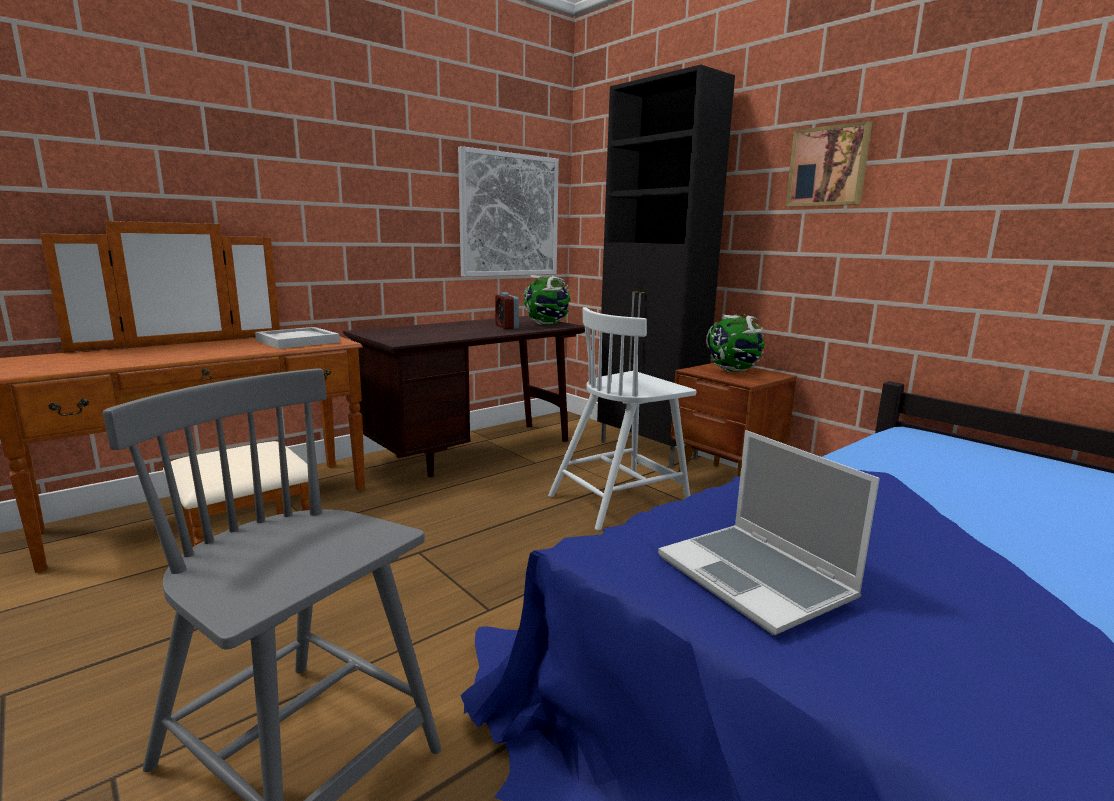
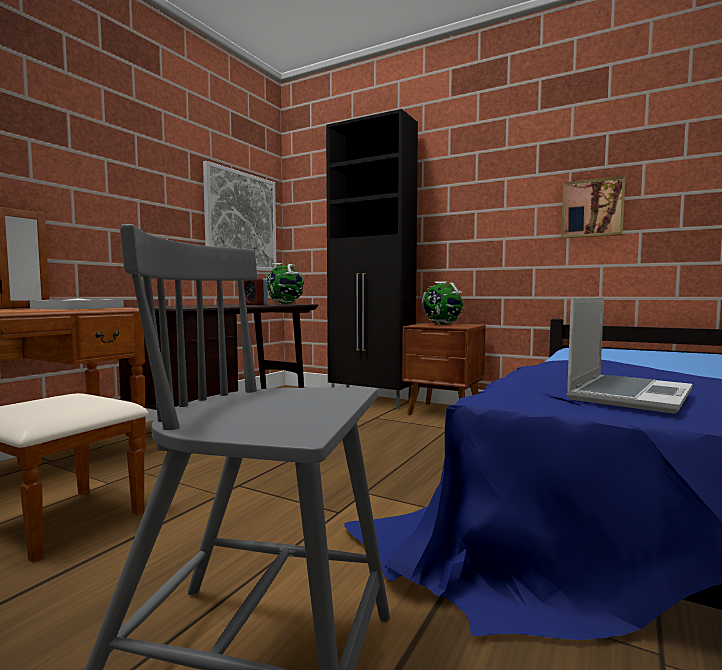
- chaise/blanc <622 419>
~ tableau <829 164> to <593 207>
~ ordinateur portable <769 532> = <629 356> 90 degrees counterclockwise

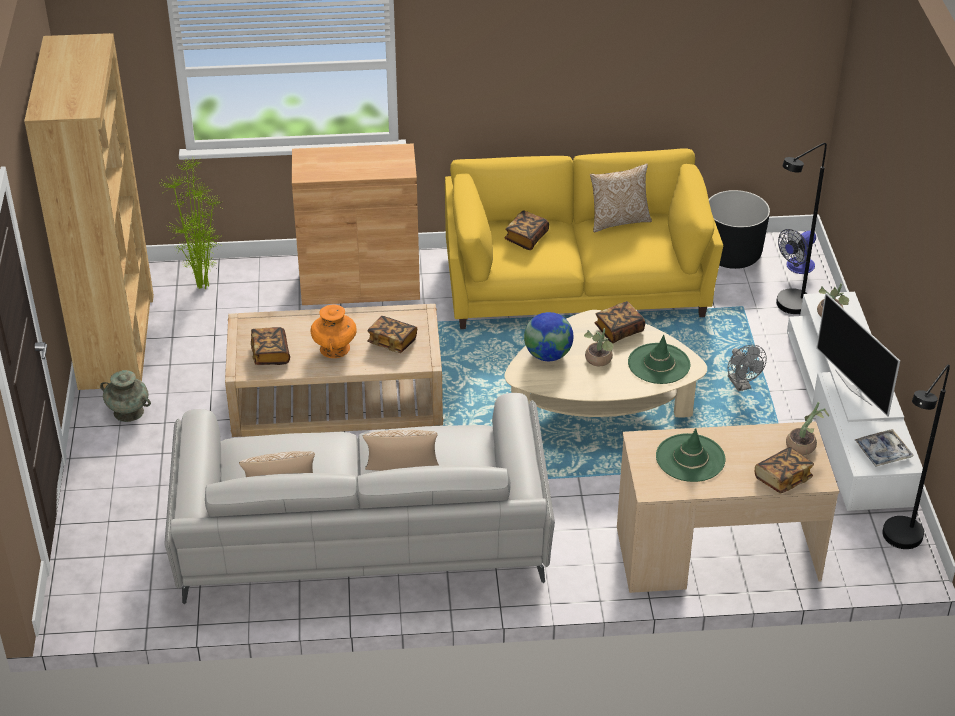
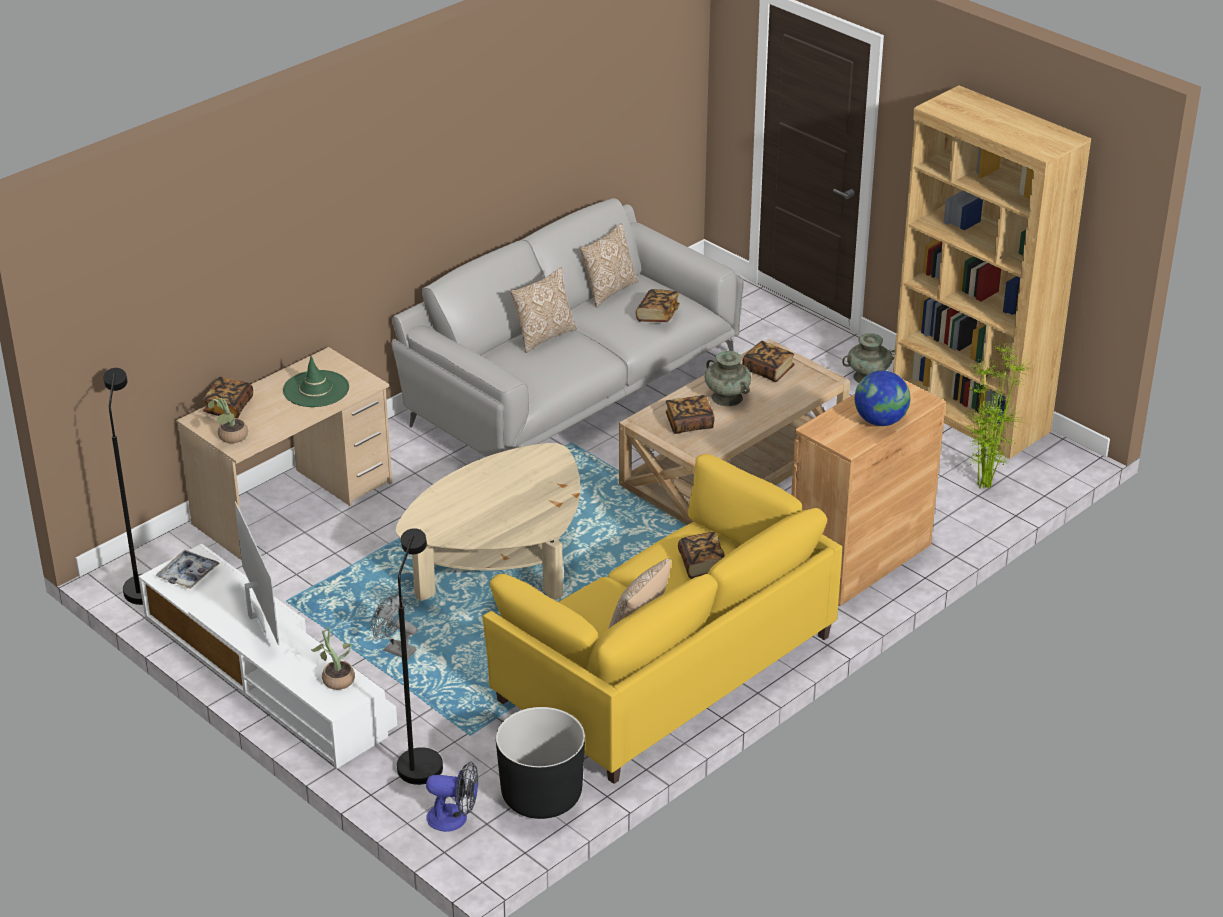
- plante en pot <599 347>
- chapeau/vert <659 359>
~ globe <548 336> to <882 398>
~ livre <619 322> to <658 305>
~ vase/orange <333 331> to vase/turquoise <727 378>
~ ventilateur <797 251> = <452 796> 90 degrees clockwise
~ téléviseur <858 355> = <257 573> 45 degrees clockwise

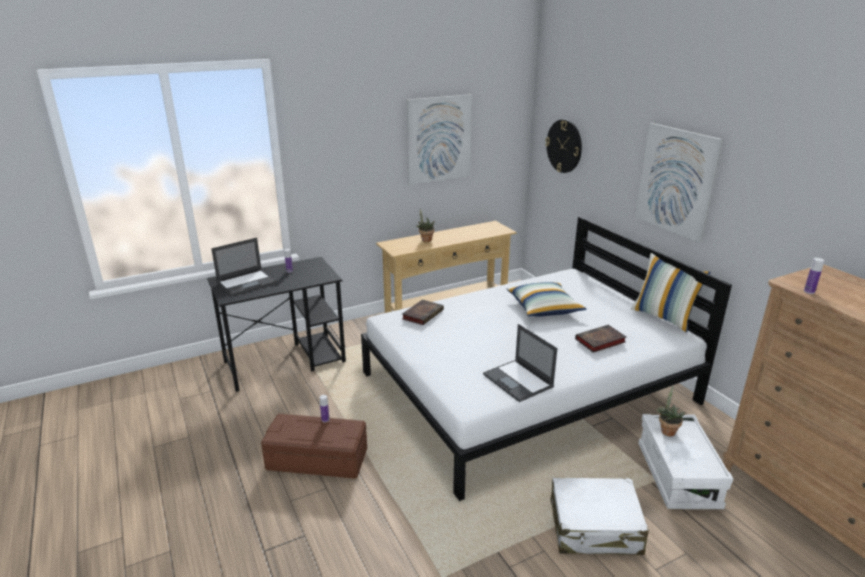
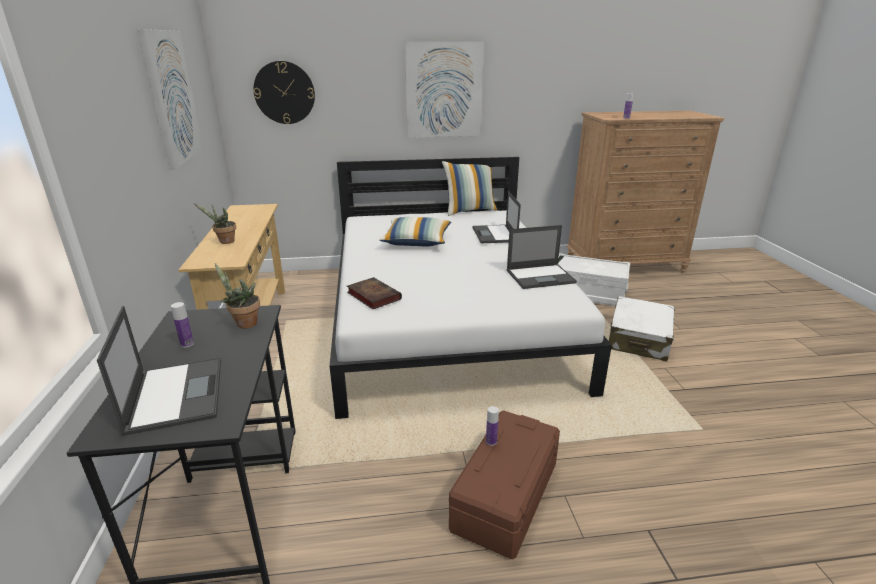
~ plante en pot <670 411> to <237 295>
~ livre <600 339> to ordinateur portable <497 217>

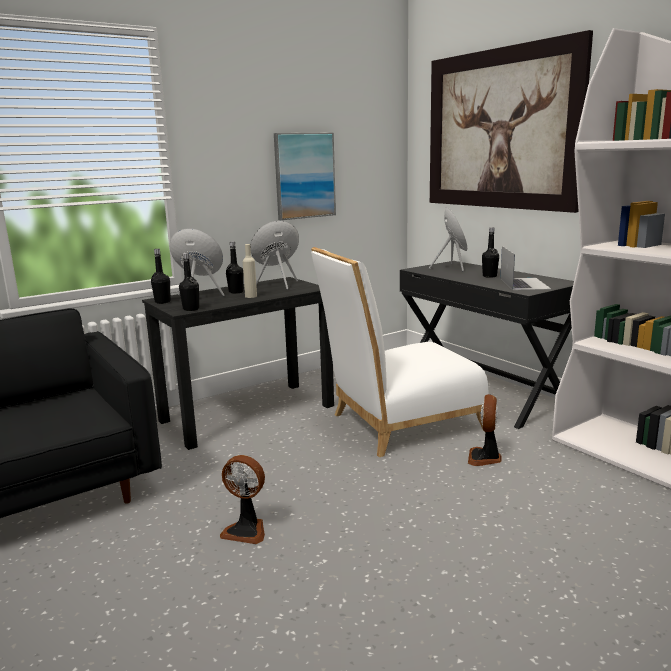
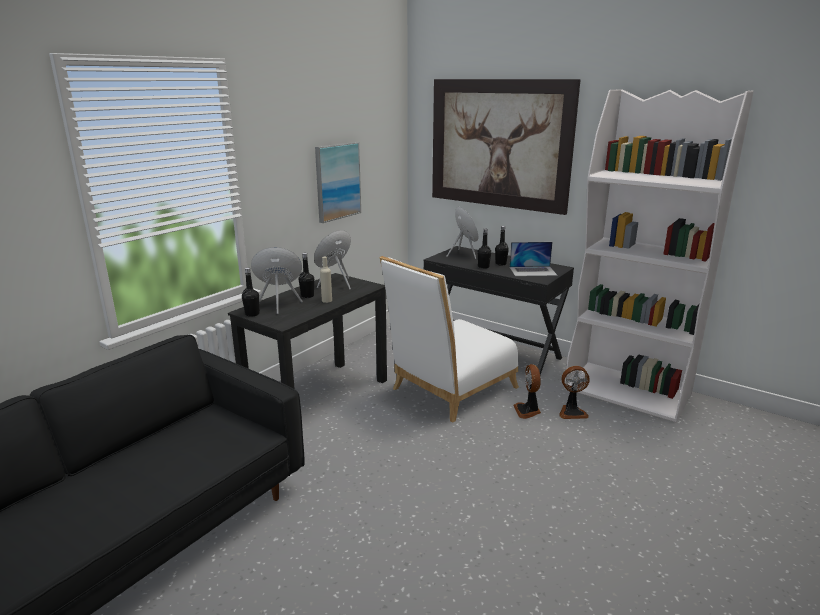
~ bouteille/noir <189 282> to <484 249>
~ ventilateur <242 499> to <575 392>
~ ordinateur portable <525 268> = <533 259> 105 degrees clockwise

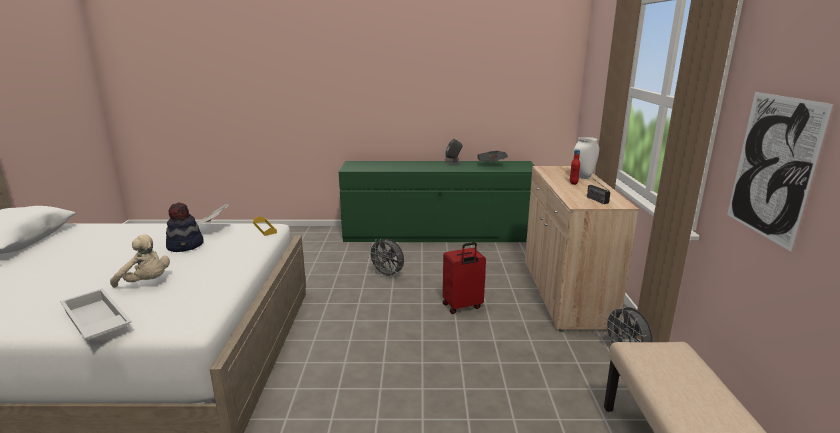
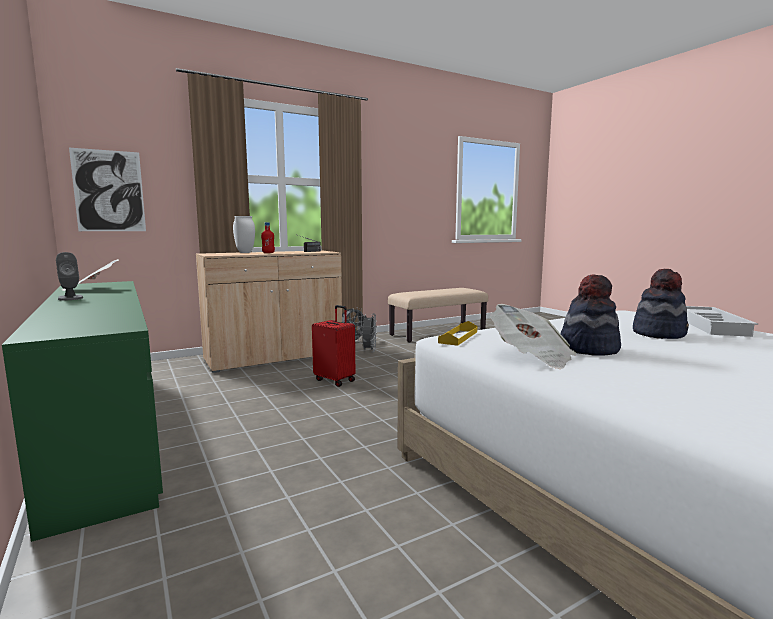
~ ventilateur/gris <386 258> to <367 332>
~ tableau <780 172> to <107 189>
~ peluche/beige <140 261> to chapeau <661 303>

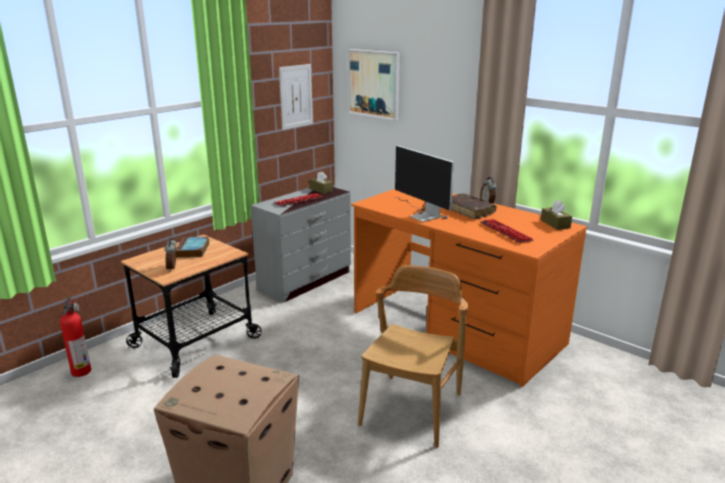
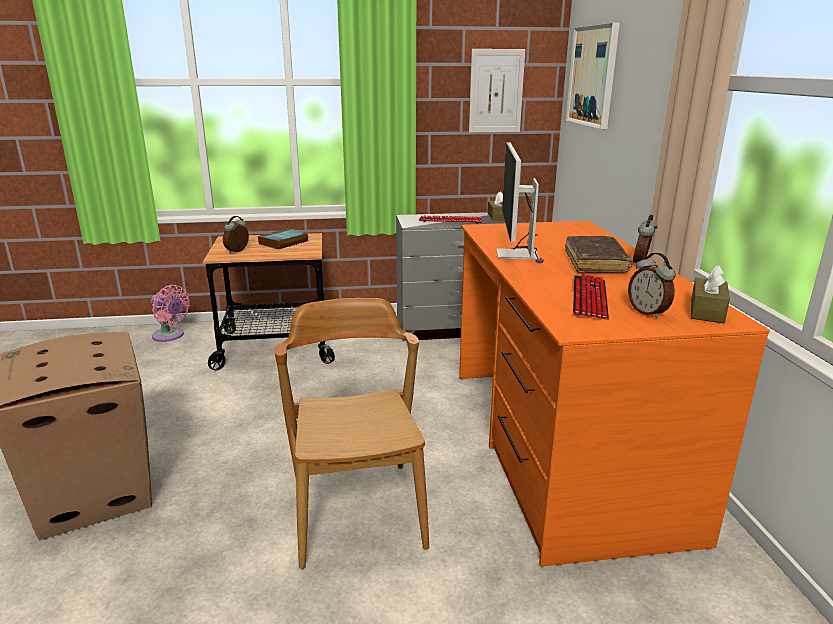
+ réveil <652 286>
~ extincteur <75 337> to ventilateur/rose <170 313>
~ chaise/marron <413 356> = <352 433> 75 degrees counterclockwise

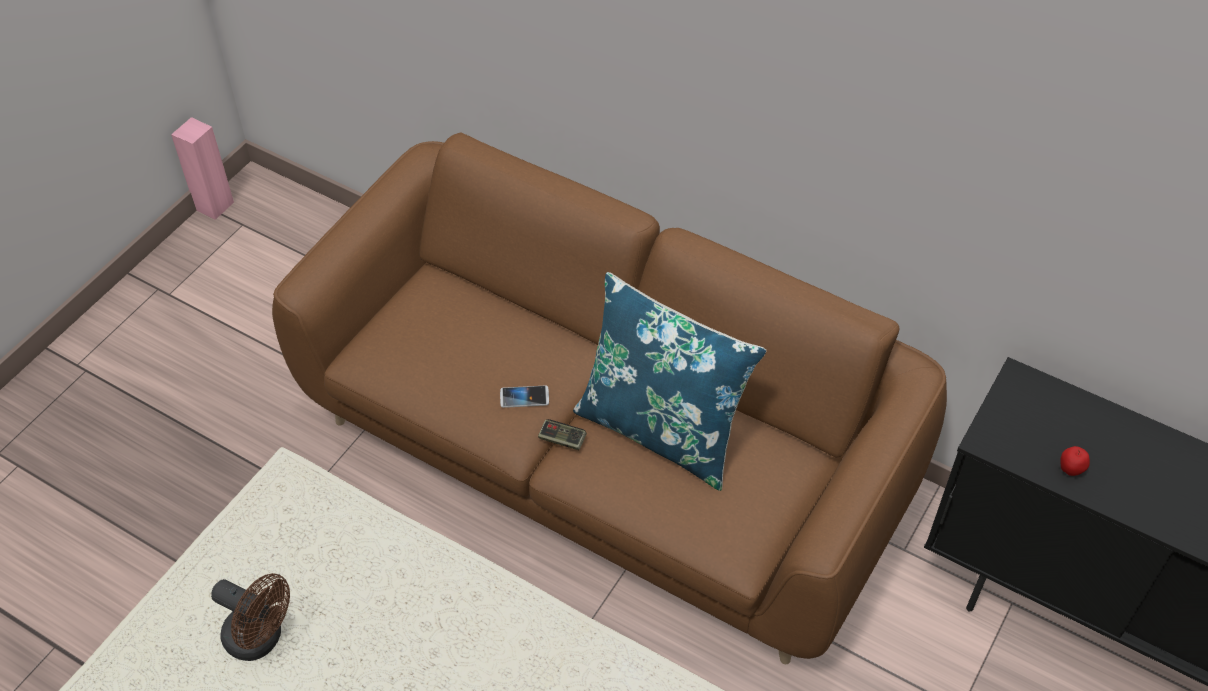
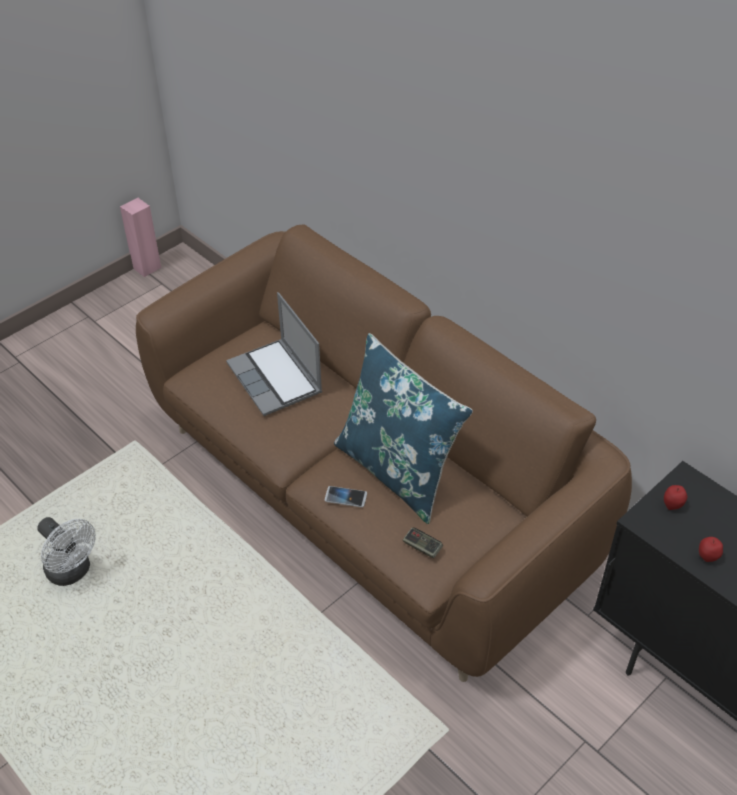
+ ordinateur portable <274 354>
+ pomme <675 497>
~ téléphone <524 397> to <346 496>
~ manette <562 434> to <423 543>
~ ventilateur/marron <250 617> to ventilateur/blanc <66 551>

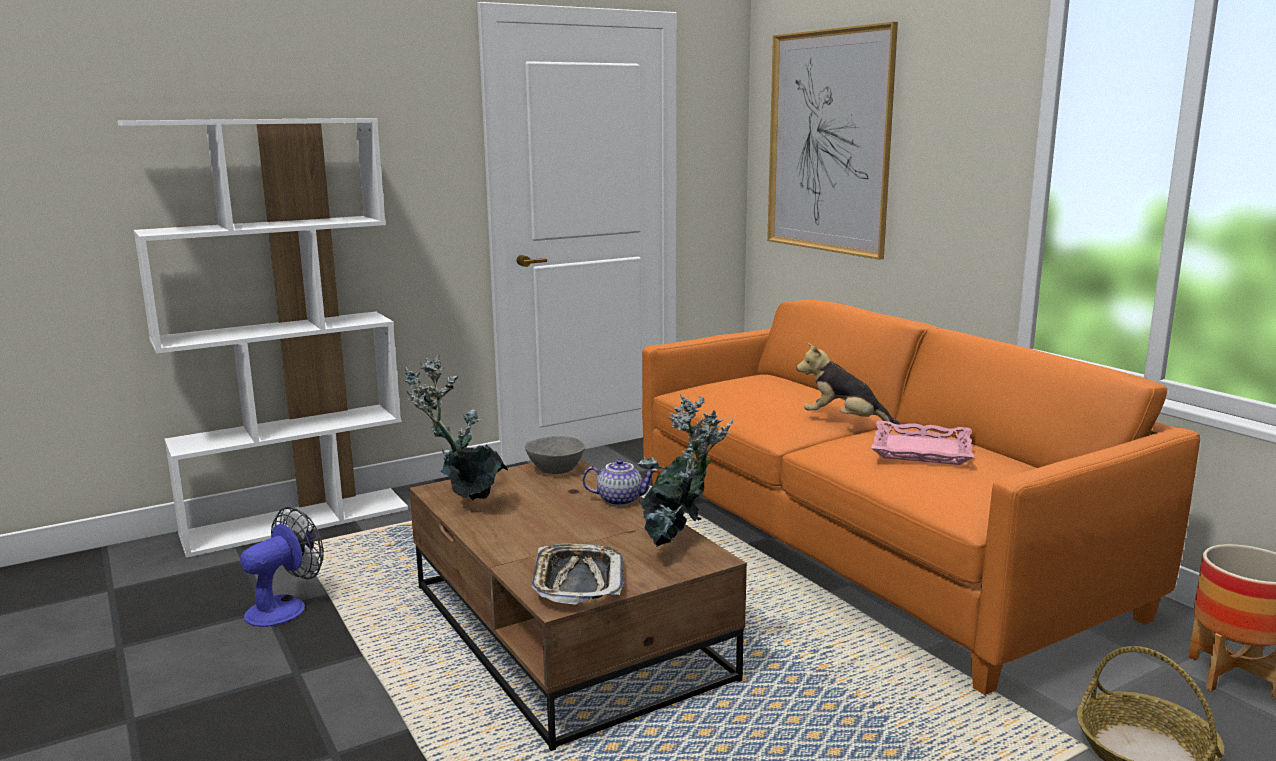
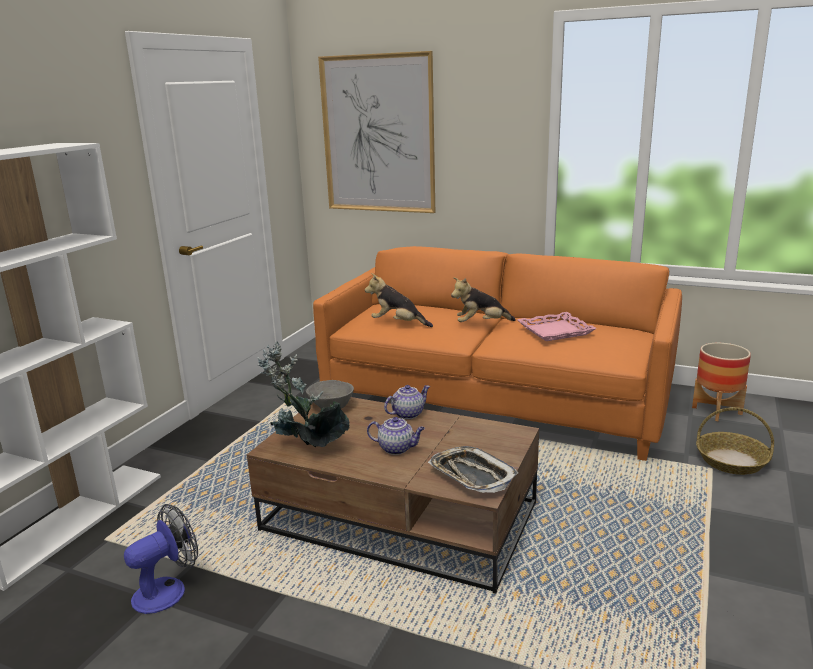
- plante en pot <685 471>
+ peluche <399 300>
+ théière <396 436>
~ ventilateur <282 567> = <161 559> 45 degrees clockwise

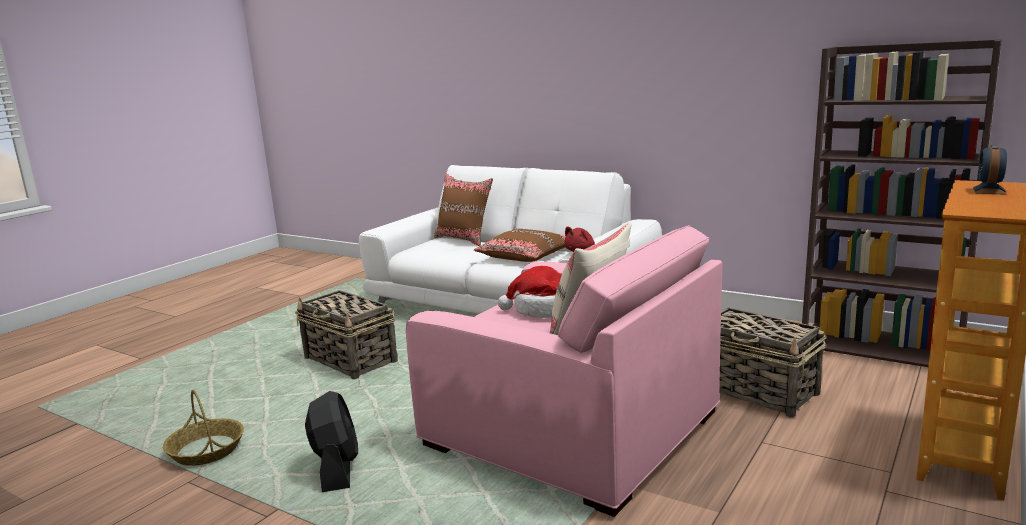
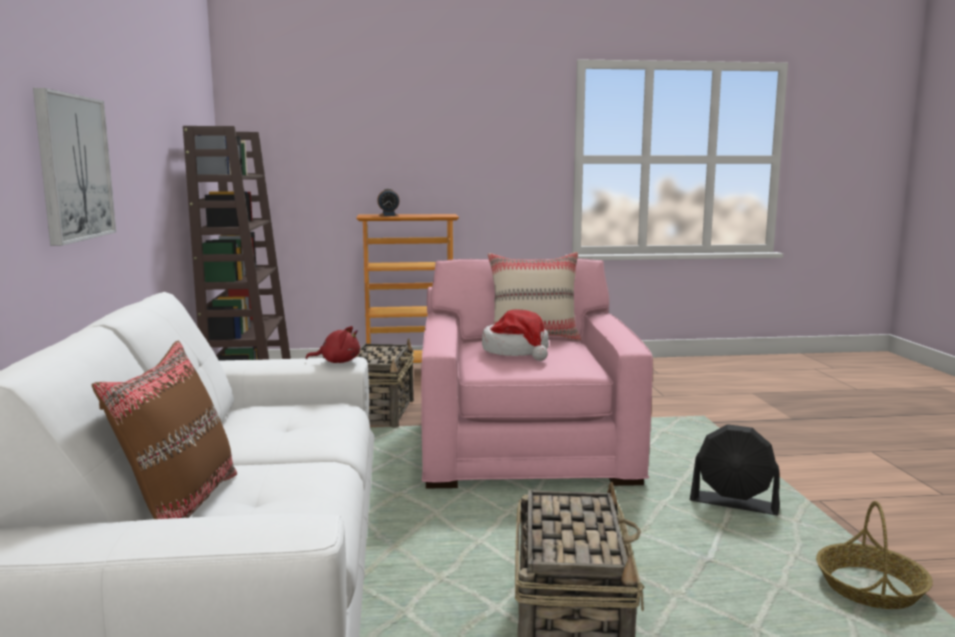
- coussin/marron <520 245>
+ tableau <74 167>
~ ventilateur/noir <331 441> = <735 470> 105 degrees counterclockwise

